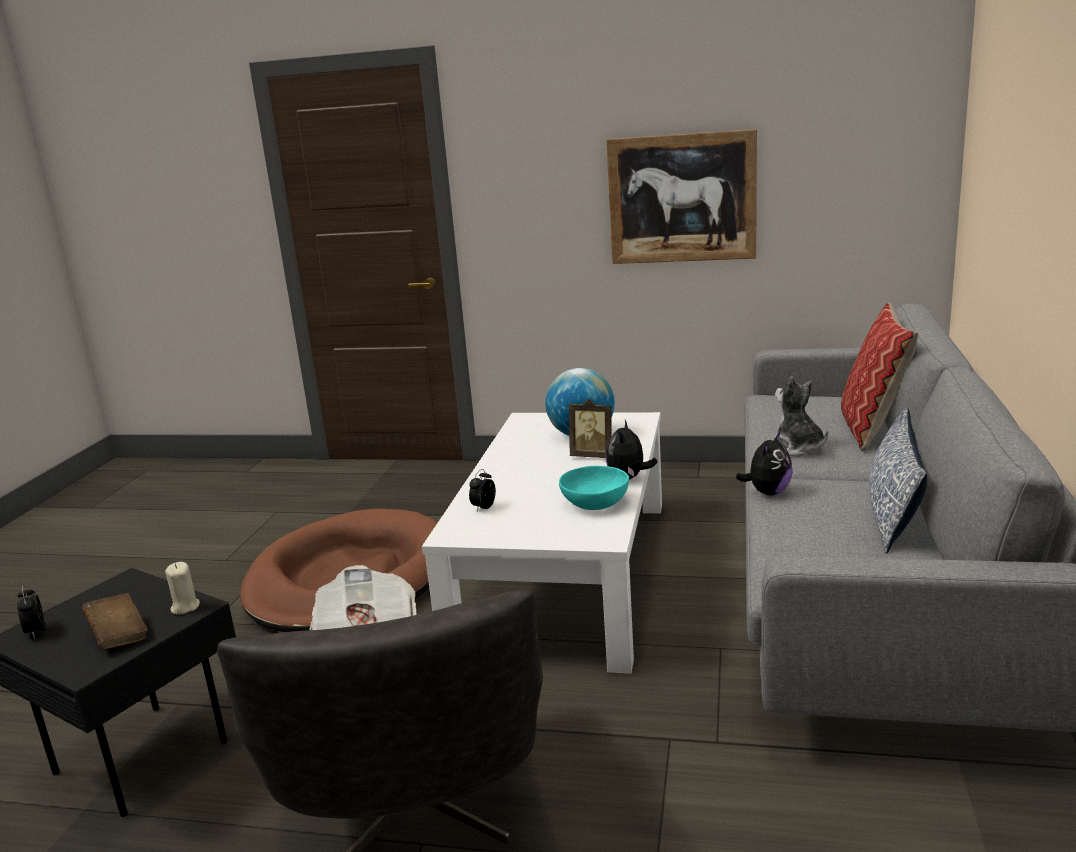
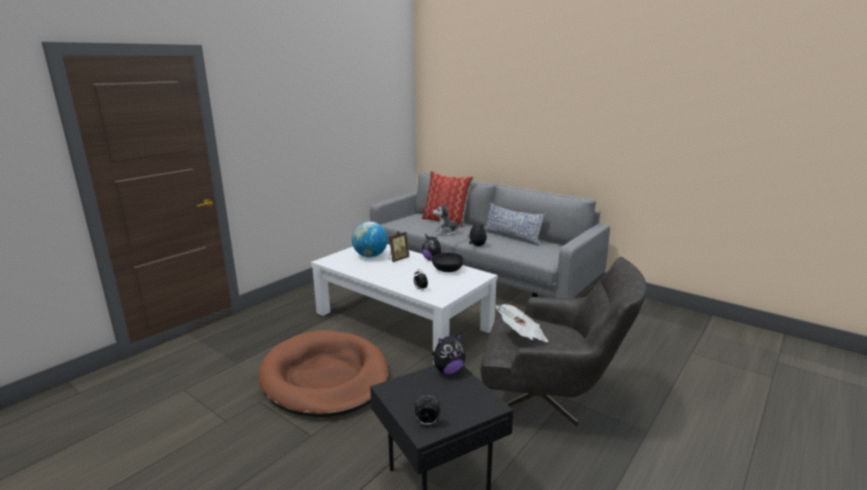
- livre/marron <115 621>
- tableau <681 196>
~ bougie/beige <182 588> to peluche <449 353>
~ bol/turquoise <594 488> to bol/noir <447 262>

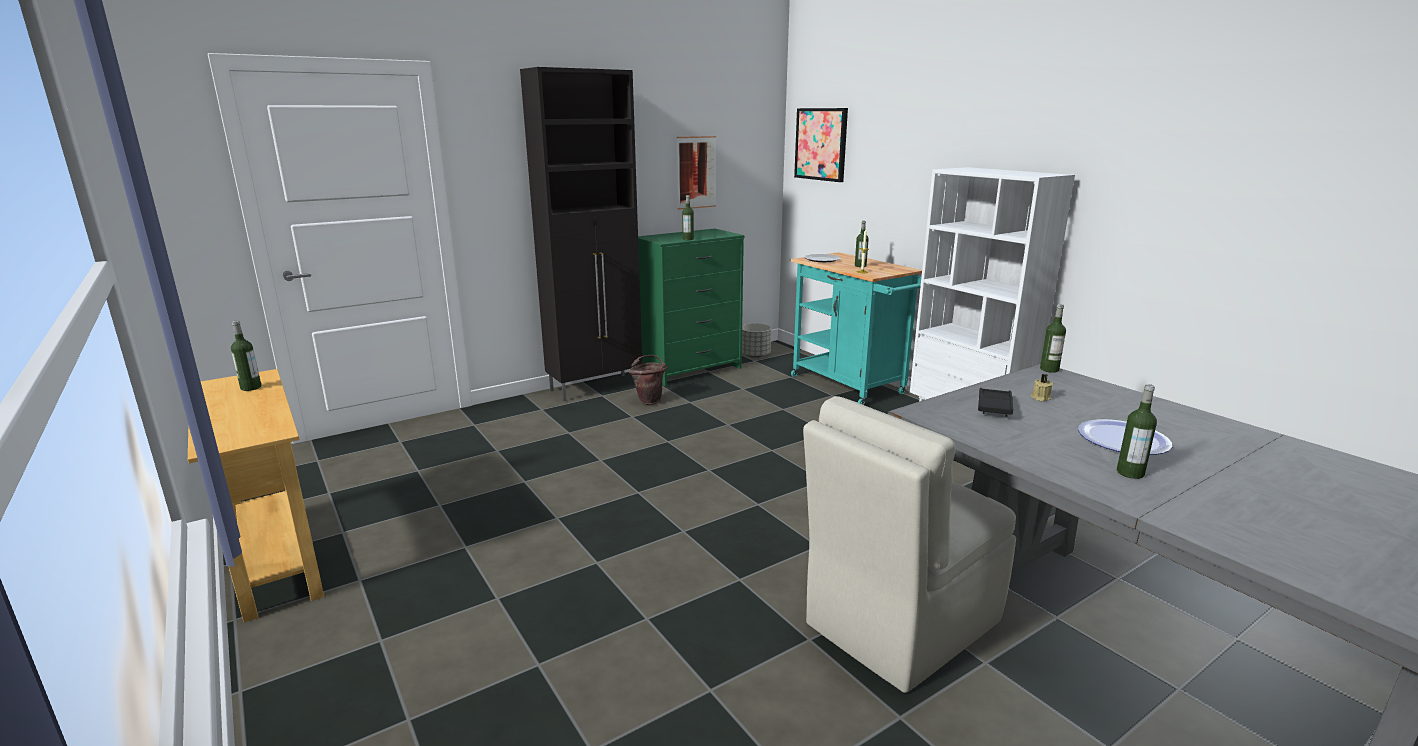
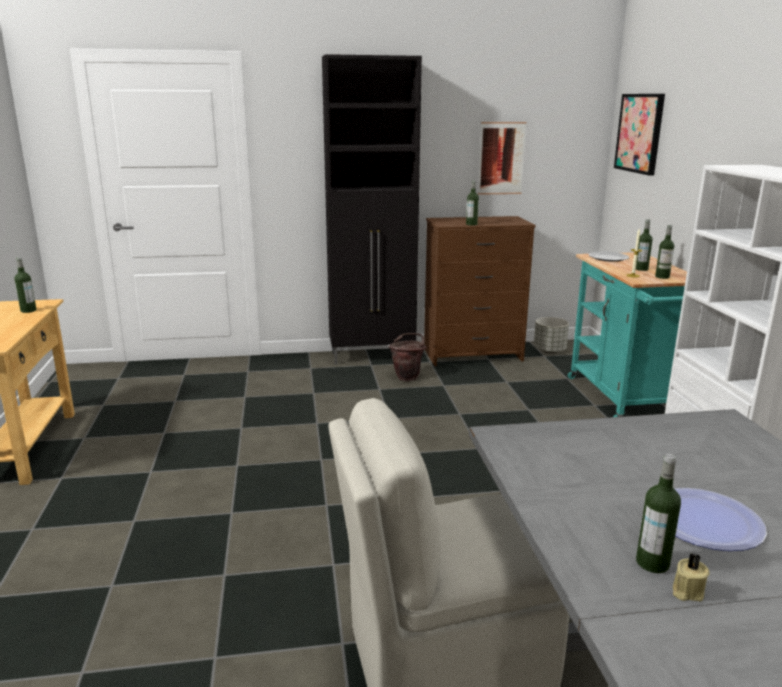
- plateau/noir <995 402>
~ bougie/beige <1042 388> to <691 577>
~ bouteille <1053 338> to <664 252>
~ commode/vert <691 307> to commode/marron <480 291>

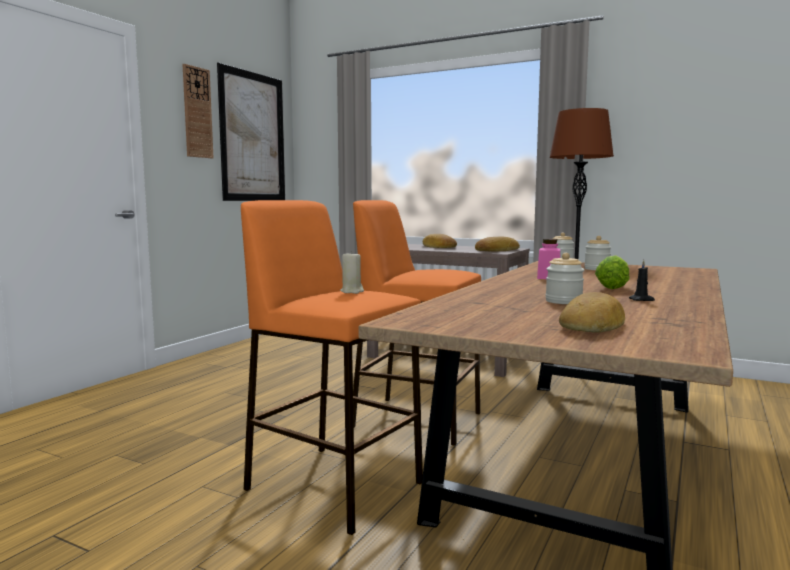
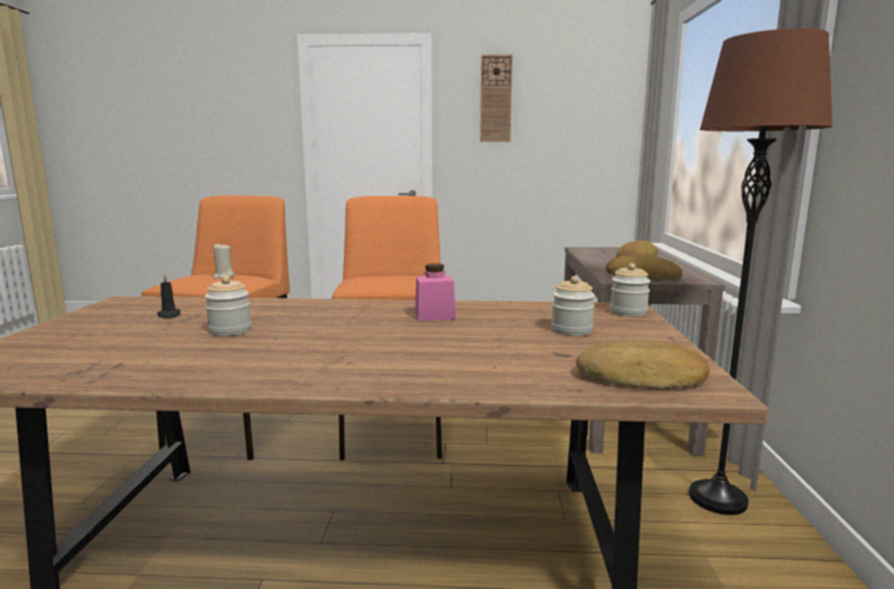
- tableau <251 131>
- laitue <612 272>
~ pain <592 312> to <643 364>
~ bougie/noir <642 280> to <169 296>

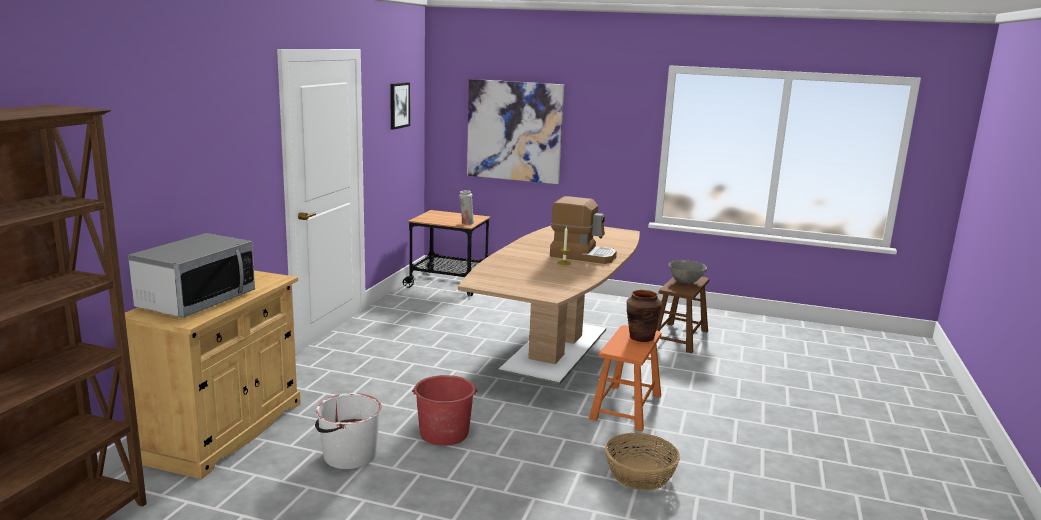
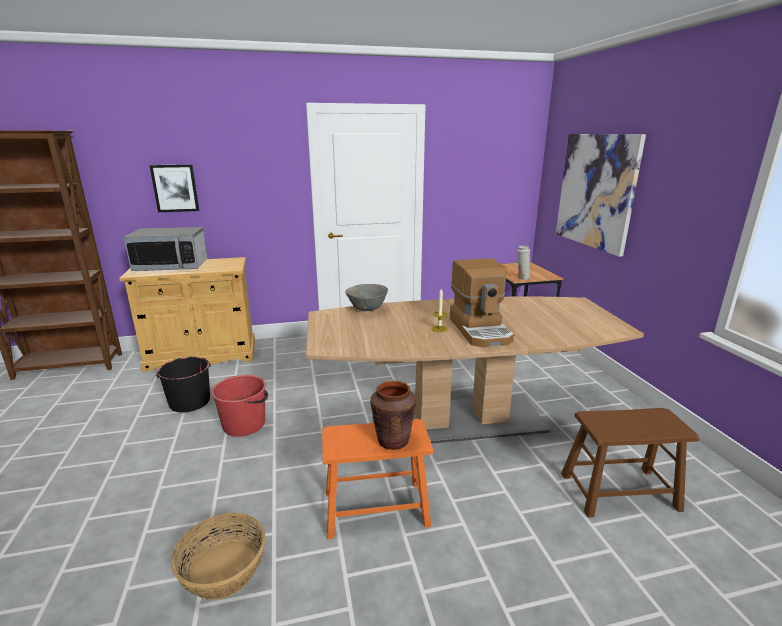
~ tableau <400 106> to <174 188>
~ bol/gris <687 272> to <366 297>
~ seau/blanc <348 431> to seau/noir <183 384>

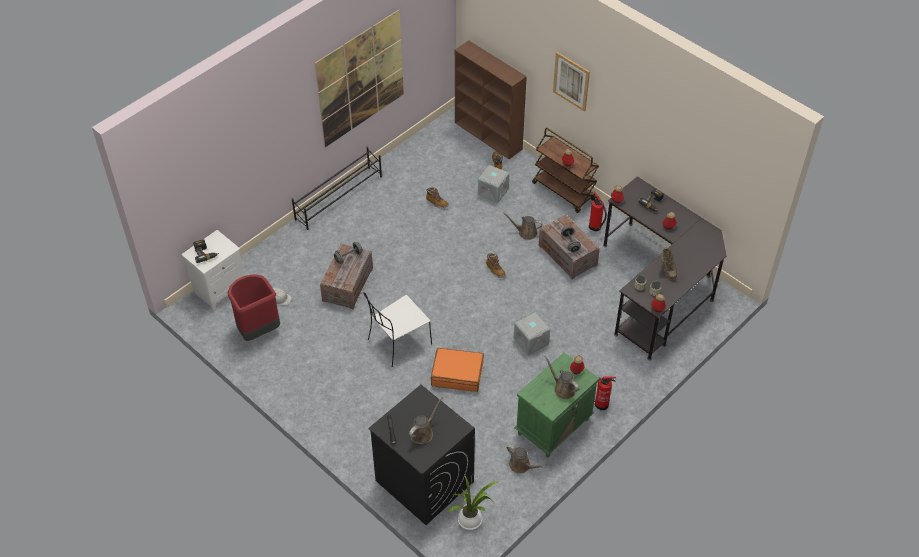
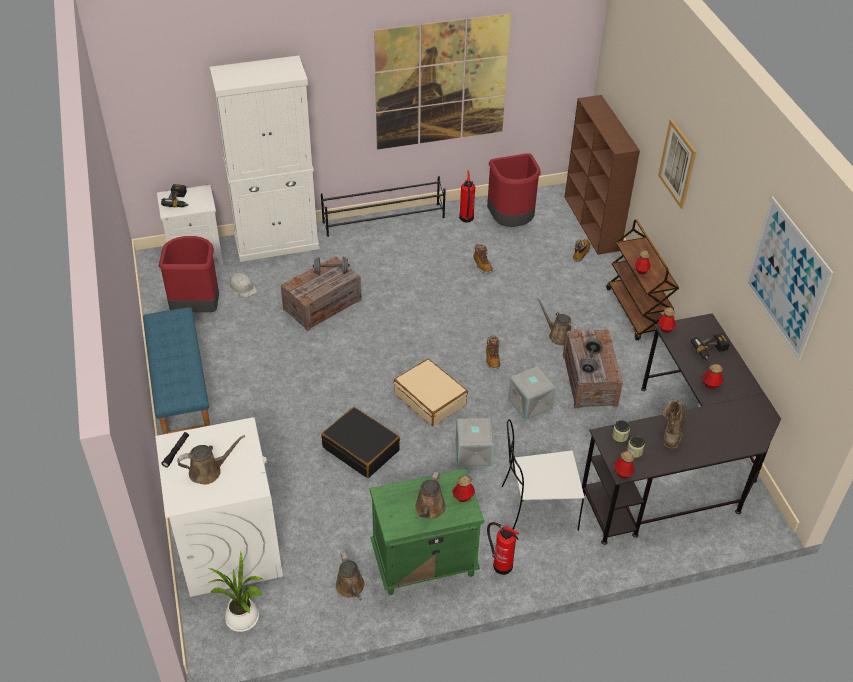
+ banc/bleu <176 370>
+ meuble de rangement/blanc <264 159>
+ valise/beige <431 392>
+ poubelle/rouge <514 190>
+ tableau <789 278>
~ chaise/blanc <397 329> to <543 475>
~ boîte de rangement/gris <493 184> to <532 393>
~ extincteur <598 211> to <467 196>
~ lave-linge/noir <421 455> to lave-linge/blanc <219 507>
~ valise/orange <457 370> to valise/noir <360 442>
~ arrosoir/marron <562 377> = <430 495> 150 degrees counterclockwise

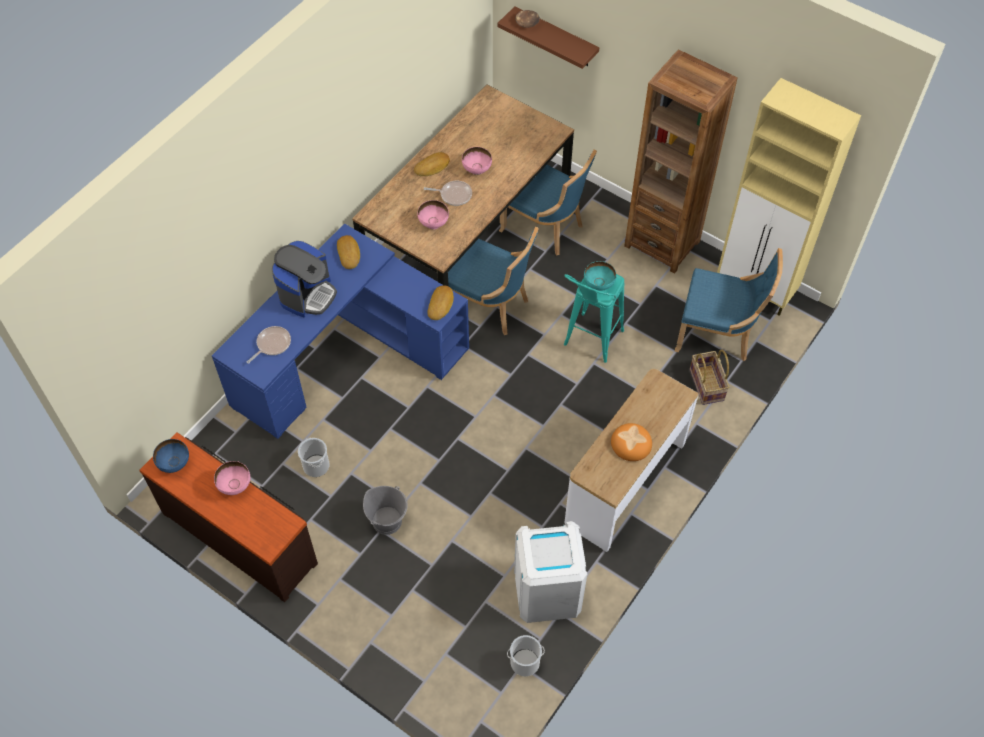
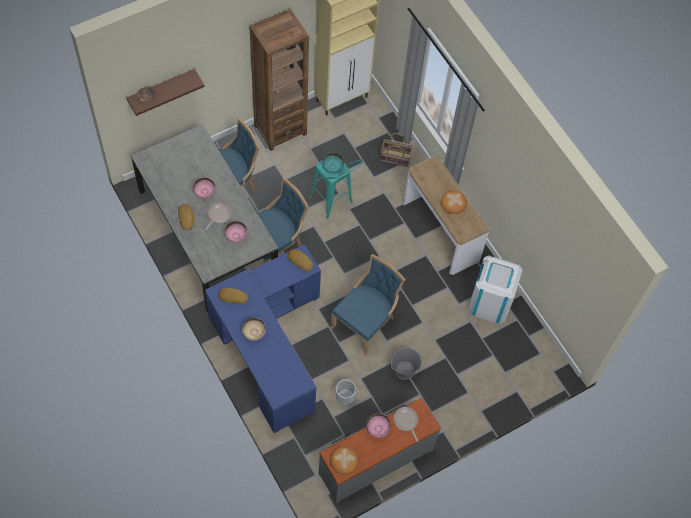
- seau <526 655>
~ poêle <269 345> to <406 424>
~ chaise/bleu <729 304> to <368 305>
~ bol/bleu <171 456> to pain <344 460>
~ machine à café <304 279> to bol/beige <254 329>
~ commode/marron <229 517> to commode/gris <380 450>
~ table à manger/marron <463 185> to table à manger/gris <204 218>

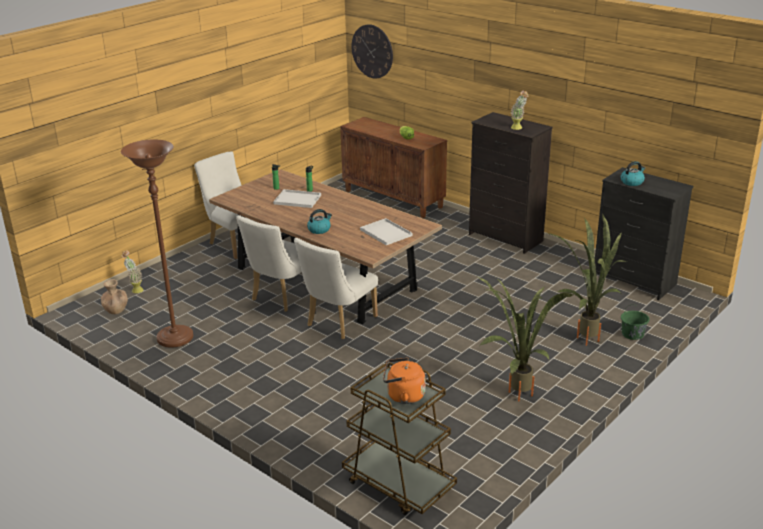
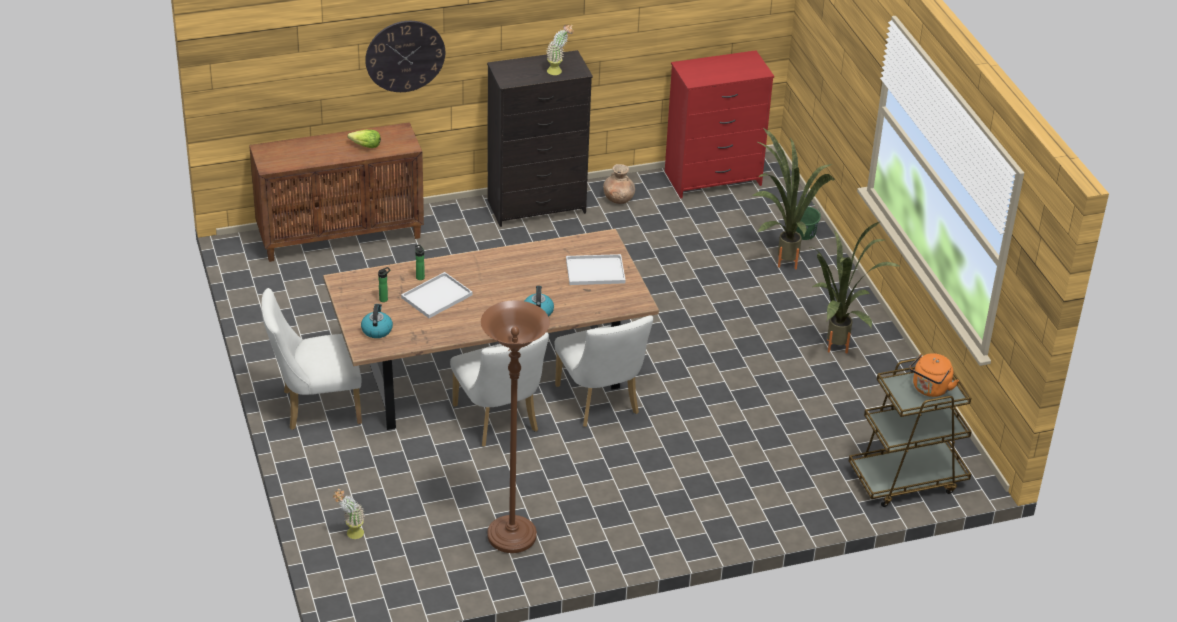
~ vase/marron <114 296> to <619 184>
~ horloge murale <372 51> to <405 56>
~ bouilloire <633 173> to <377 321>
~ commode/noir <644 233> to commode/rouge <719 124>

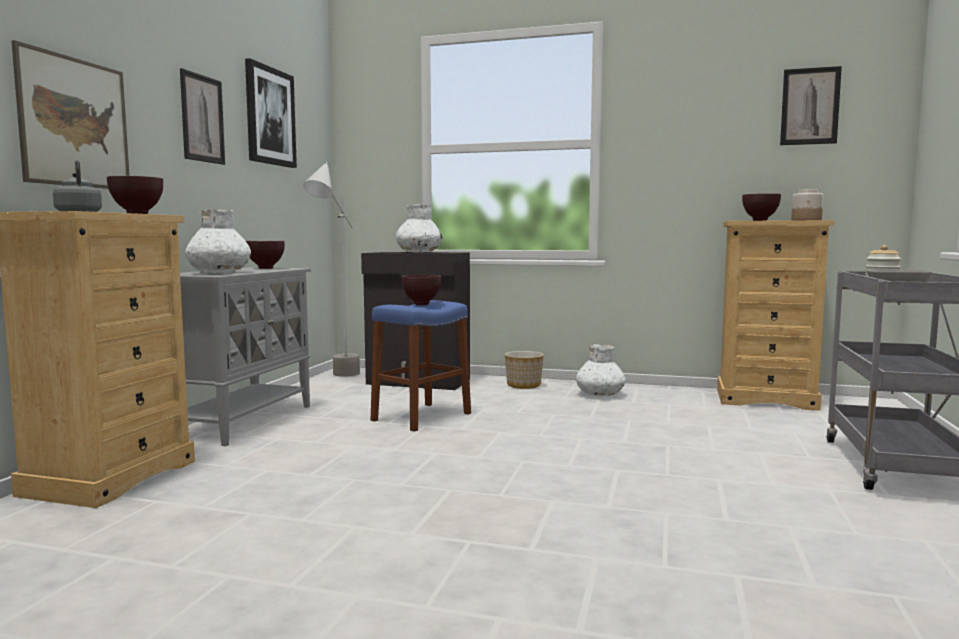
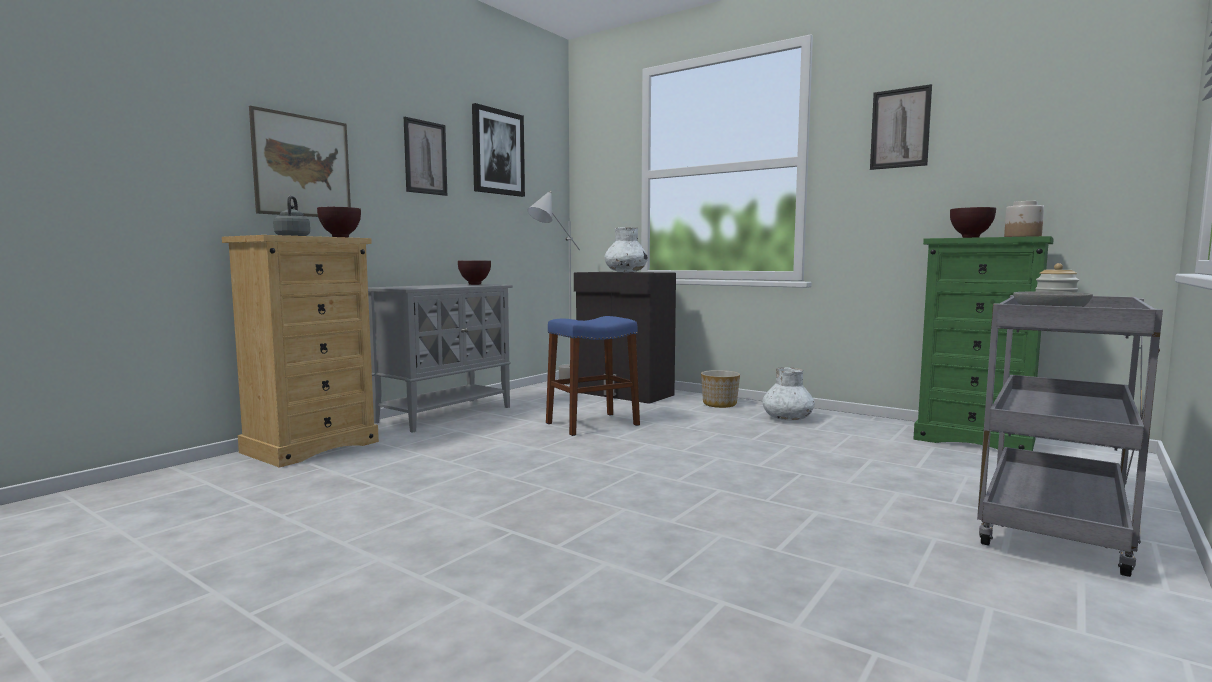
- vase/blanc <218 241>
- bol/marron <421 290>
~ tableau <811 105> to <901 127>
~ commode/beige <775 315> to commode/vert <983 343>

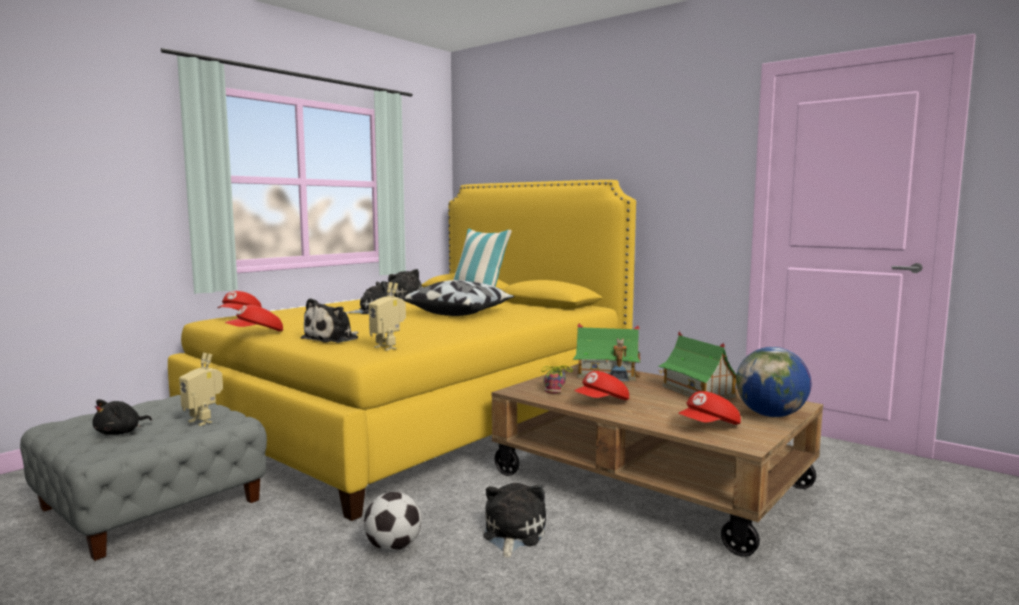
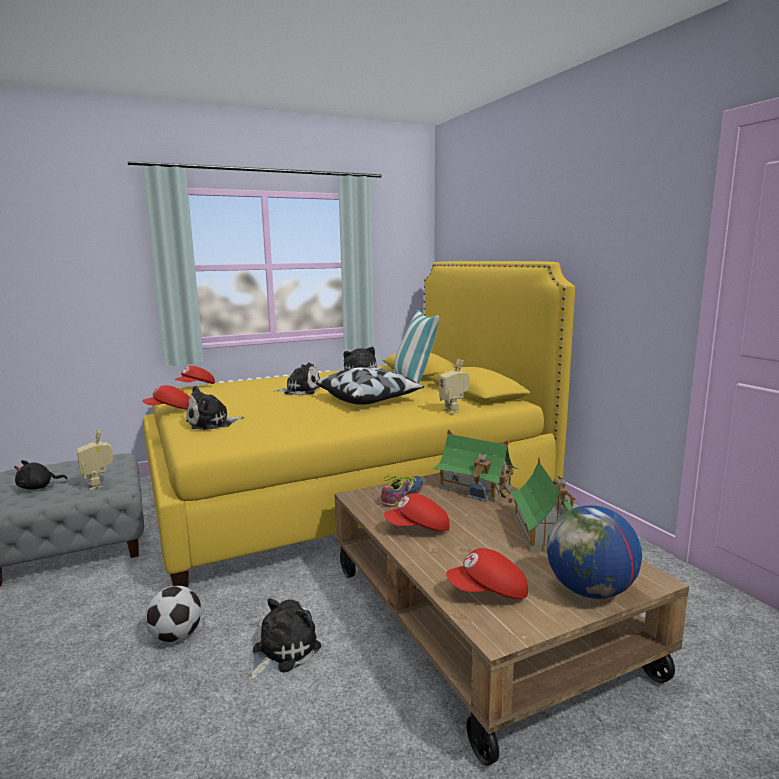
~ robot jouet <387 316> to <454 386>

